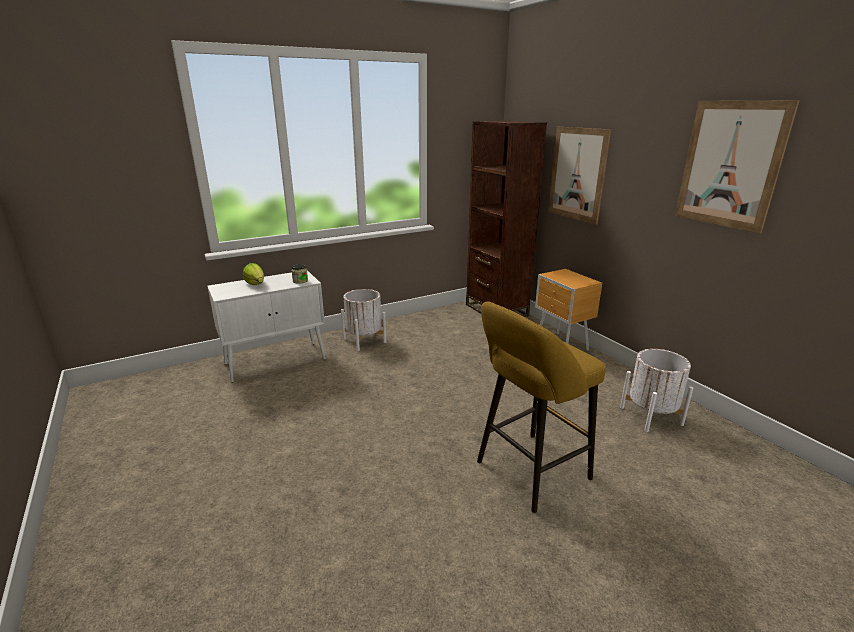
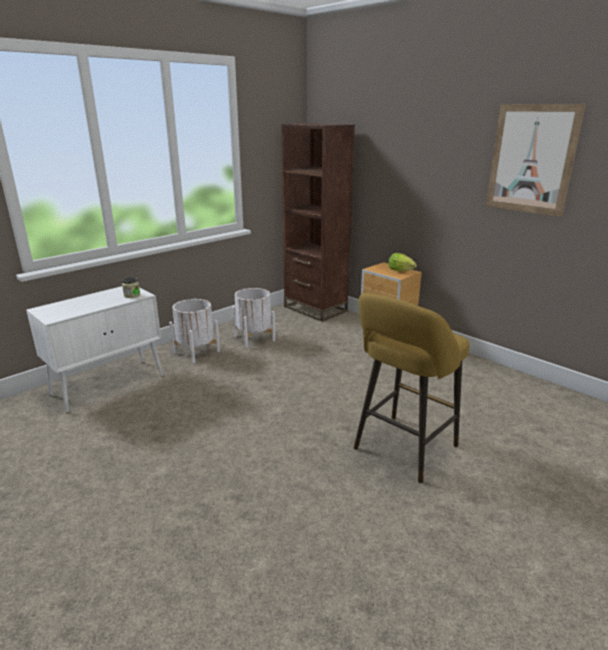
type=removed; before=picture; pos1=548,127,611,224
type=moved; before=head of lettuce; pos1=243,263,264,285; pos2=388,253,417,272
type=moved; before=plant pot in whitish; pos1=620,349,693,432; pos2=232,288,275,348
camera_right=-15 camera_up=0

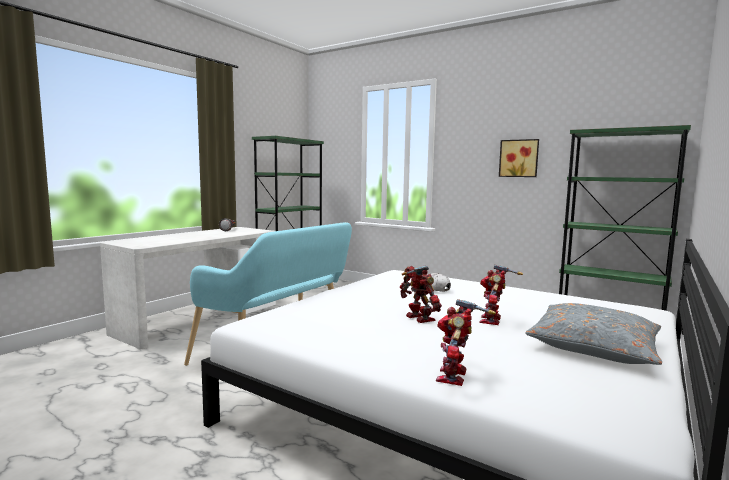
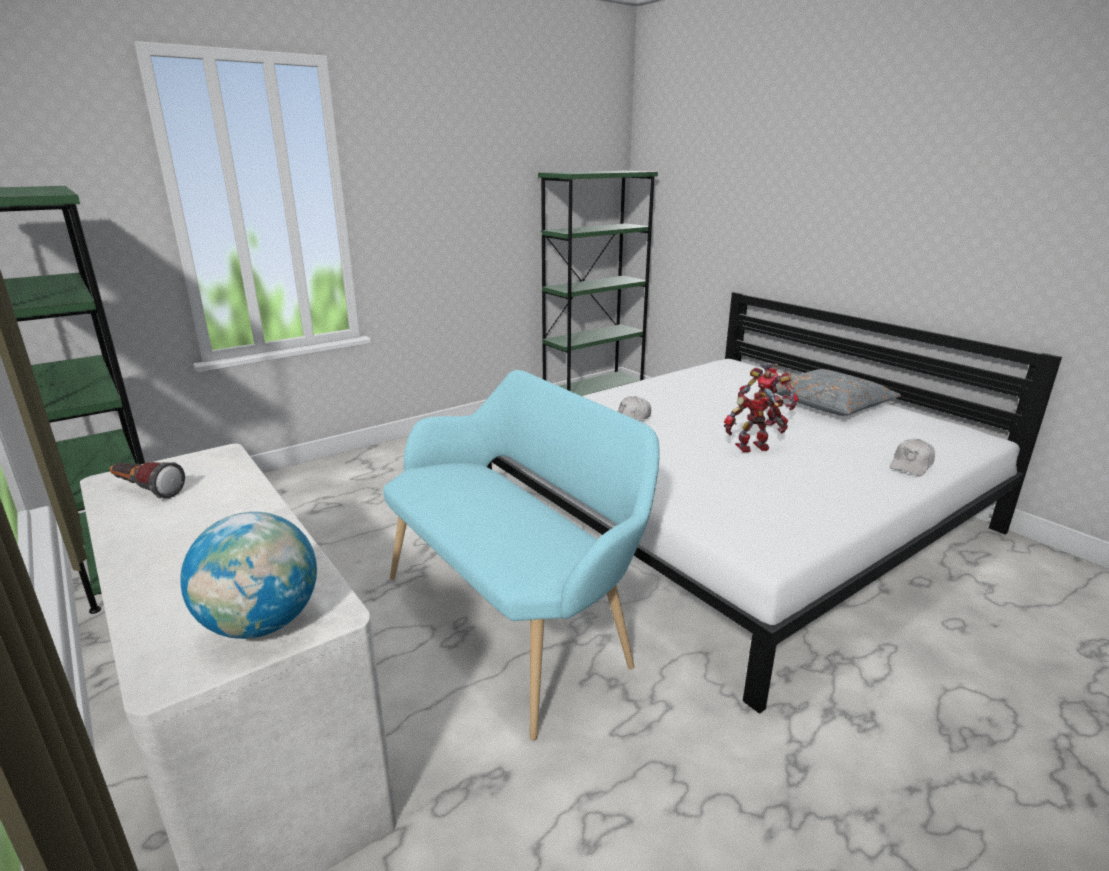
type=removed; before=picture; pos1=499,139,539,177
type=replaced; before=toy robot; after=peaked cap in whitish; pos1=436,299,496,386; pos2=890,439,935,476
type=added; after=desk globe; pos2=180,512,317,639
camera_right=-70 camera_up=15

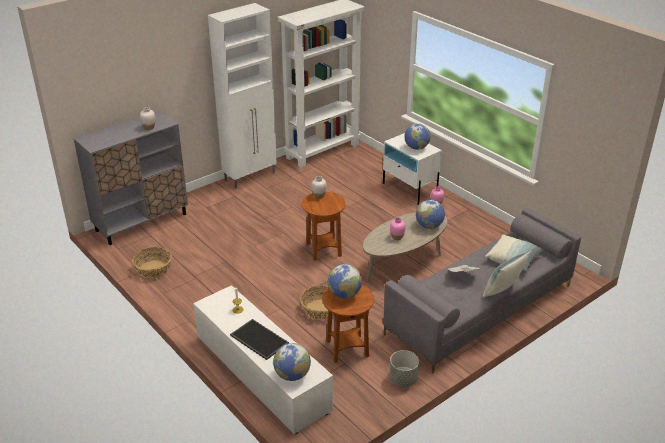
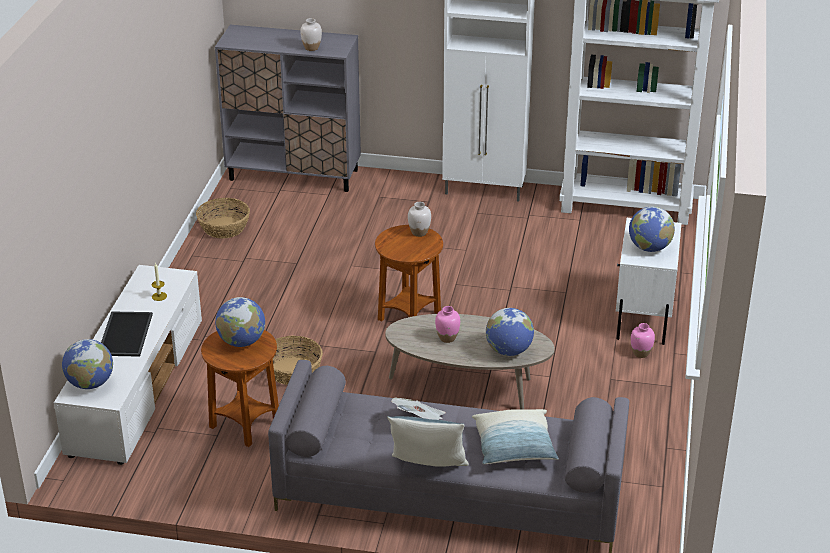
type=removed; before=plant pot in grey; pos1=389,350,419,387
camera_right=50 camera_up=0

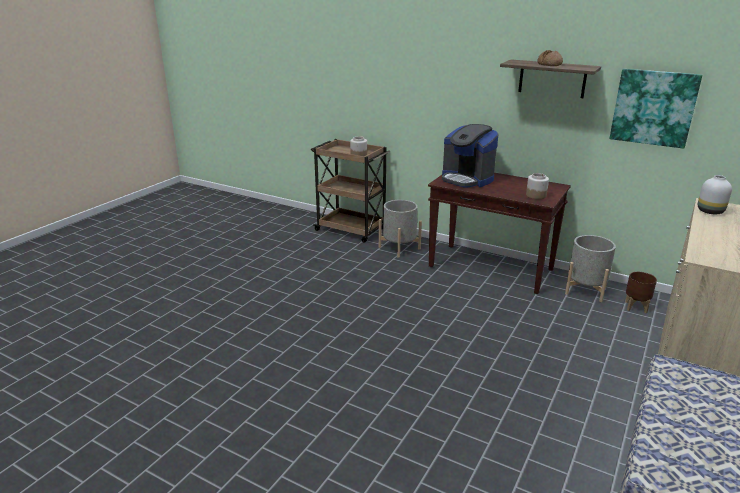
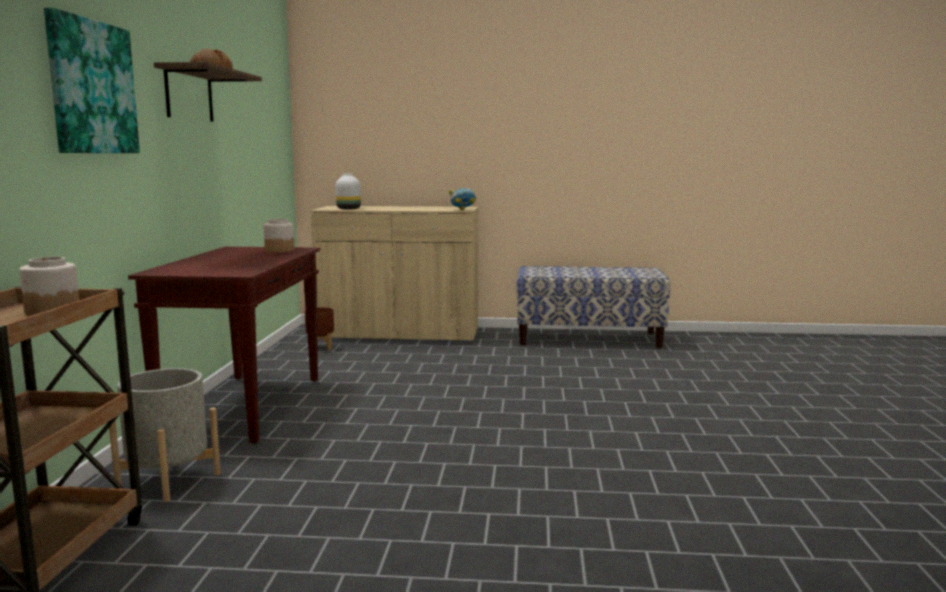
type=moved; before=picture; pos1=610,69,702,149; pos2=44,7,140,153
type=removed; before=coffee maker; pos1=442,124,499,188
type=removed; before=plant pot in grey; pos1=565,235,616,302
type=added; after=bowl; pos2=449,188,476,210
camera_right=-115 camera_up=-15

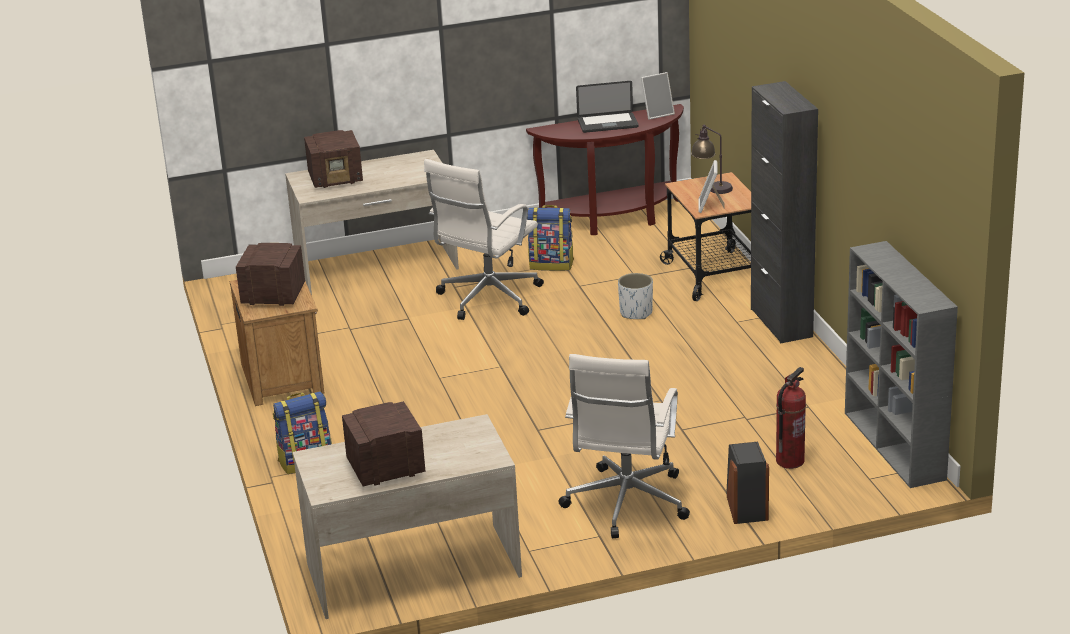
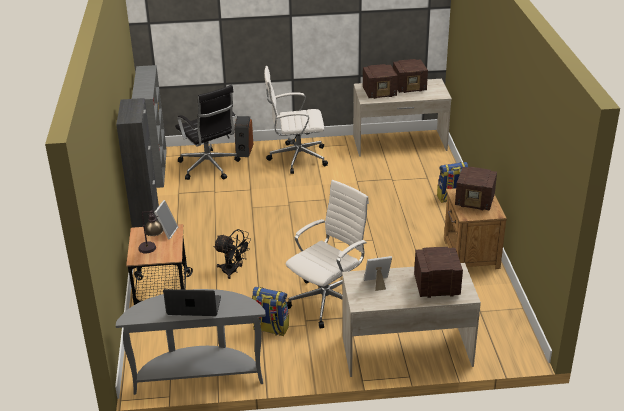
type=moved; before=standing frame; pos1=641,72,675,120; pos2=364,256,392,291
type=recoloured; before=console table in brown; after=console table in grey; pos1=526,104,684,235; pos2=116,289,266,395
type=replaced; before=plant pot in whitish; after=cooling fan in blackish; pos1=618,273,653,319; pos2=213,229,250,279
type=turned; before=computer chair in whitish; pos1=559,354,690,538; pos2=264,66,328,174; turn=-120
type=replaced; before=fire extinguisher; after=computer chair in blackish; pos1=776,367,806,469; pos2=175,85,241,180
type=added; after=radio set; pos2=363,64,398,99
camera_right=-170 camera_up=5

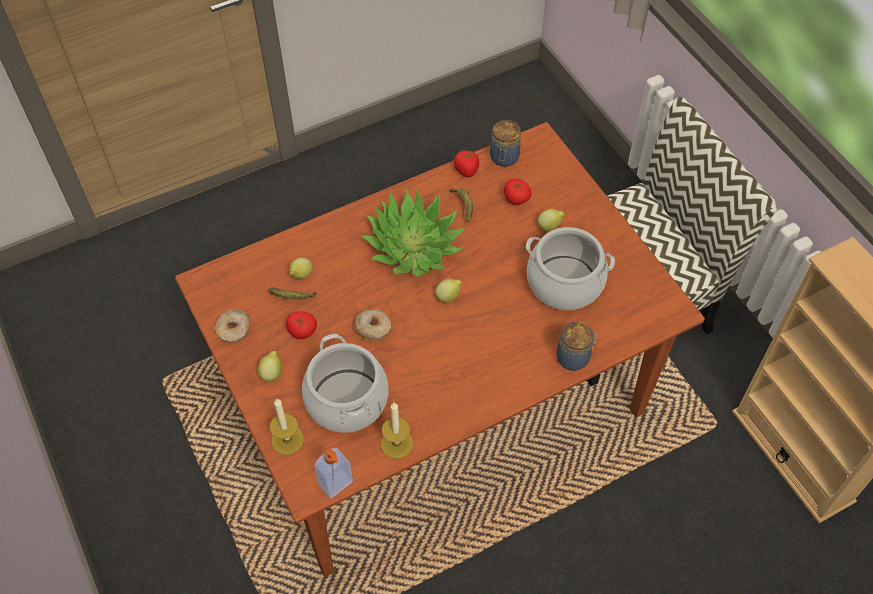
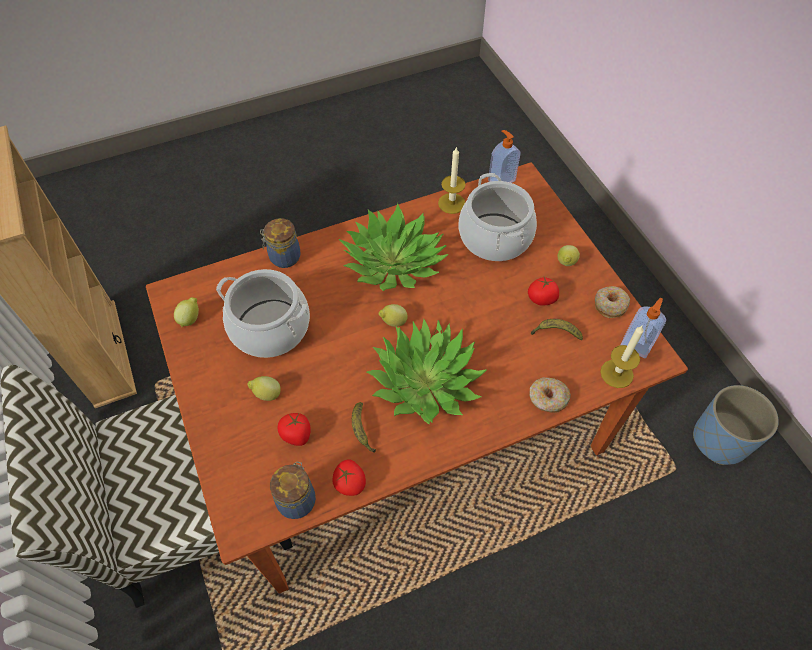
type=moved; before=citrus fruit; pos1=289,258,313,279; pos2=174,297,199,327
type=moved; before=donut; pos1=354,309,391,341; pos2=529,377,571,413
type=moved; before=wax candle; pos1=270,399,304,455; pos2=600,326,644,388
type=added; after=plant in a pot; pos2=338,203,448,291
type=added; after=soap bottle; pos2=620,298,666,358
type=added; after=plant pot in blue; pos2=693,385,779,465
camera_right=-175 camera_up=0

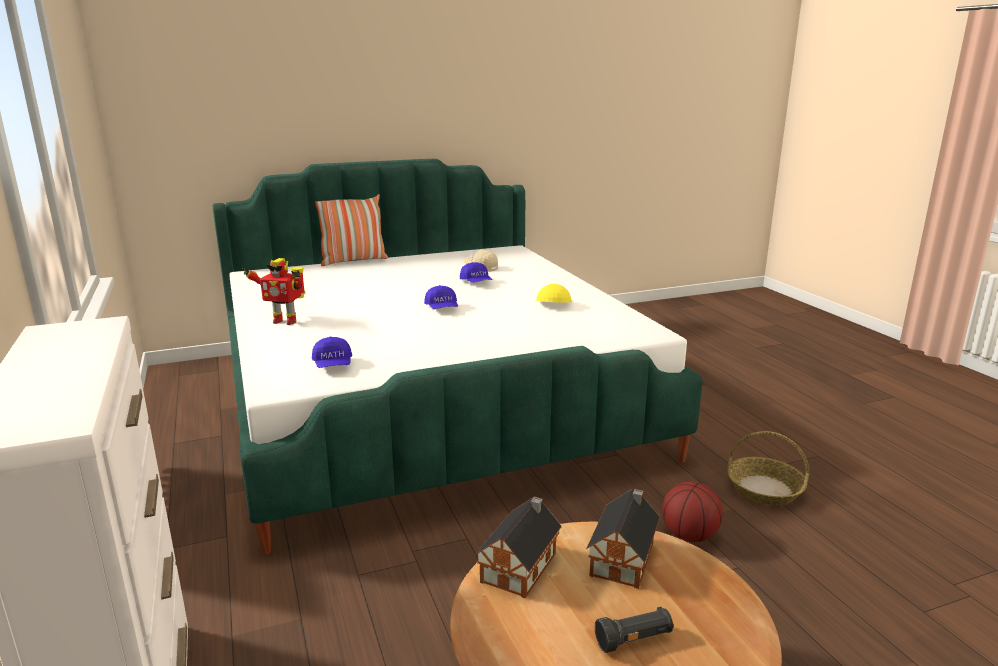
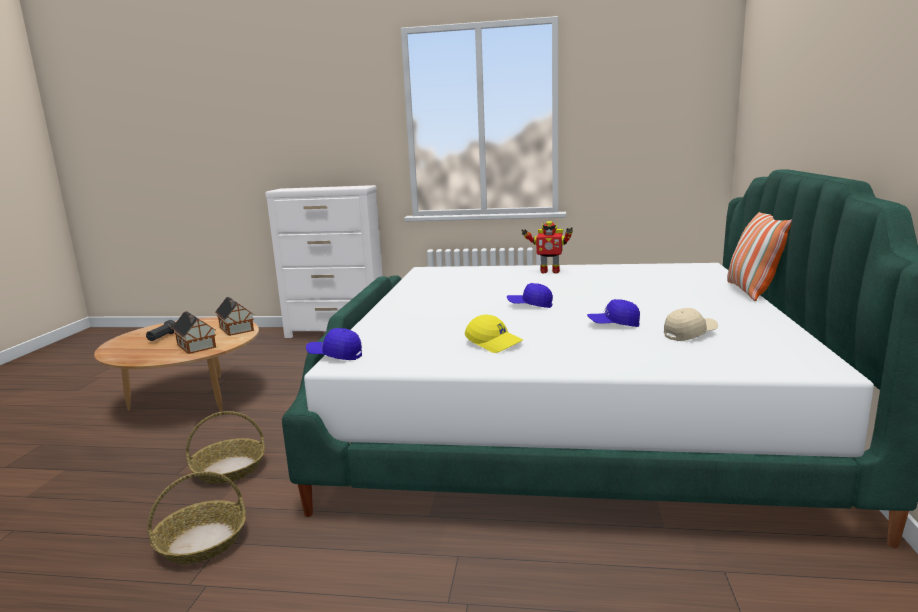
type=turned; before=toy robot; pos1=242,258,306,325; pos2=521,221,573,273; turn=-120
type=moved; before=peaked cap in blue; pos1=312,337,352,368; pos2=306,328,362,360
type=replaced; before=basketball ball; after=basket; pos1=662,482,723,542; pos2=186,411,265,484
camera_right=120 camera_up=-5

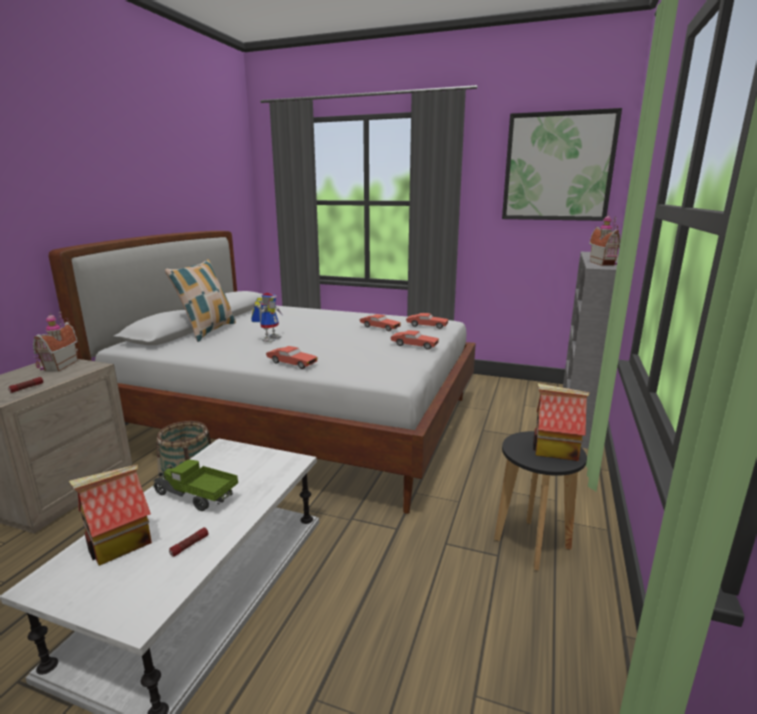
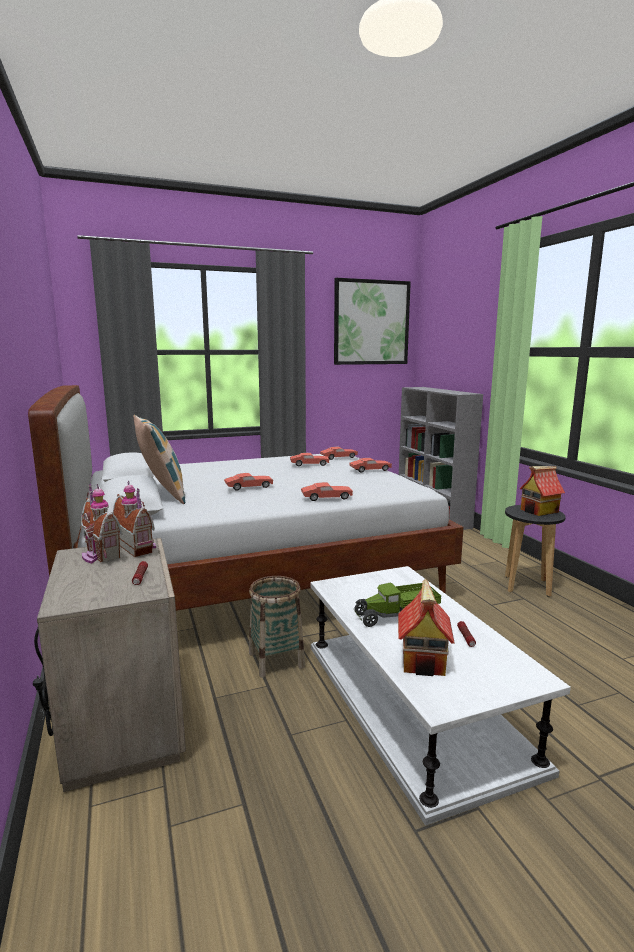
type=moved; before=model house; pos1=589,213,621,266; pos2=113,480,156,557
type=replaced; before=toy robot; after=miniature car in reddish; pos1=251,293,282,342; pos2=224,473,273,491
camera_right=-40 camera_up=-5

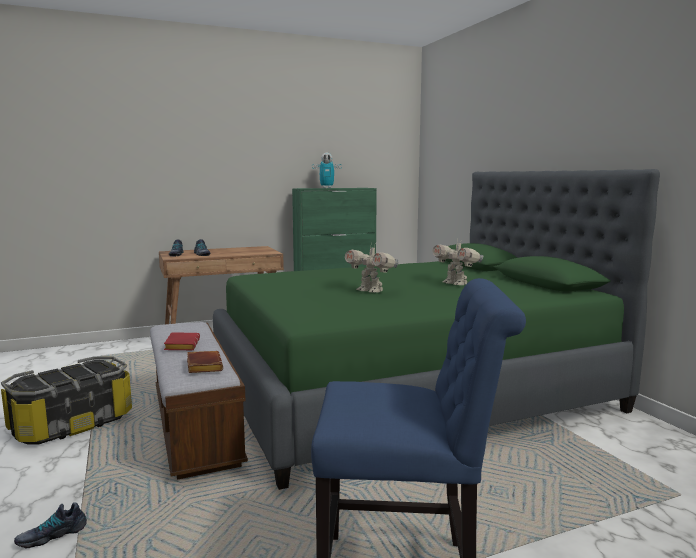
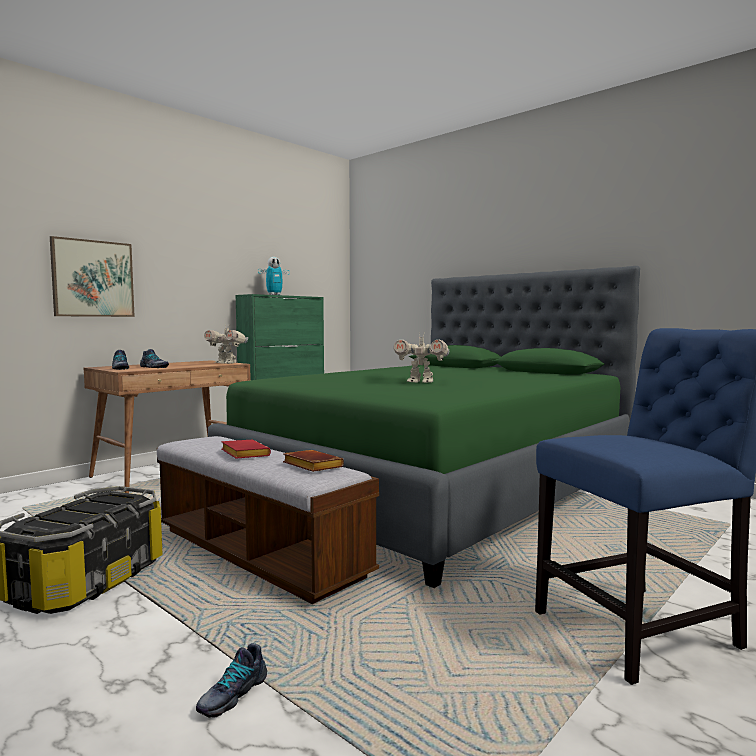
type=moved; before=toy robot; pos1=432,239,483,285; pos2=204,326,248,364
type=added; after=picture; pos2=50,236,135,317
camera_right=-25 camera_up=-5

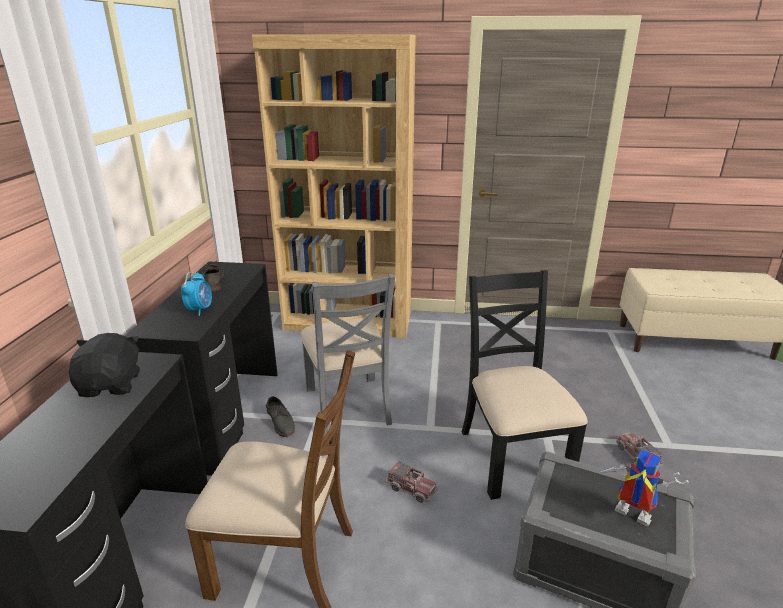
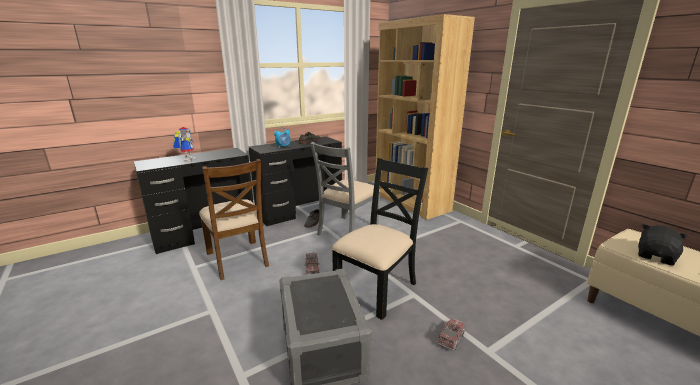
type=moved; before=soft toy in blackish; pos1=69,333,140,397; pos2=638,224,688,265
type=moved; before=toy robot; pos1=597,450,689,526; pos2=173,127,196,162
camera_right=50 camera_up=-5

